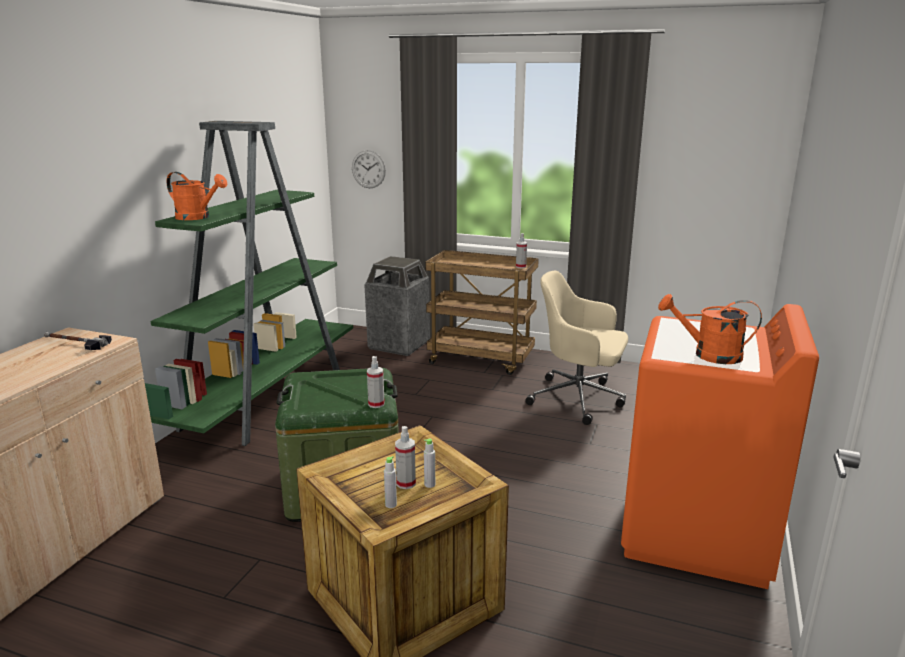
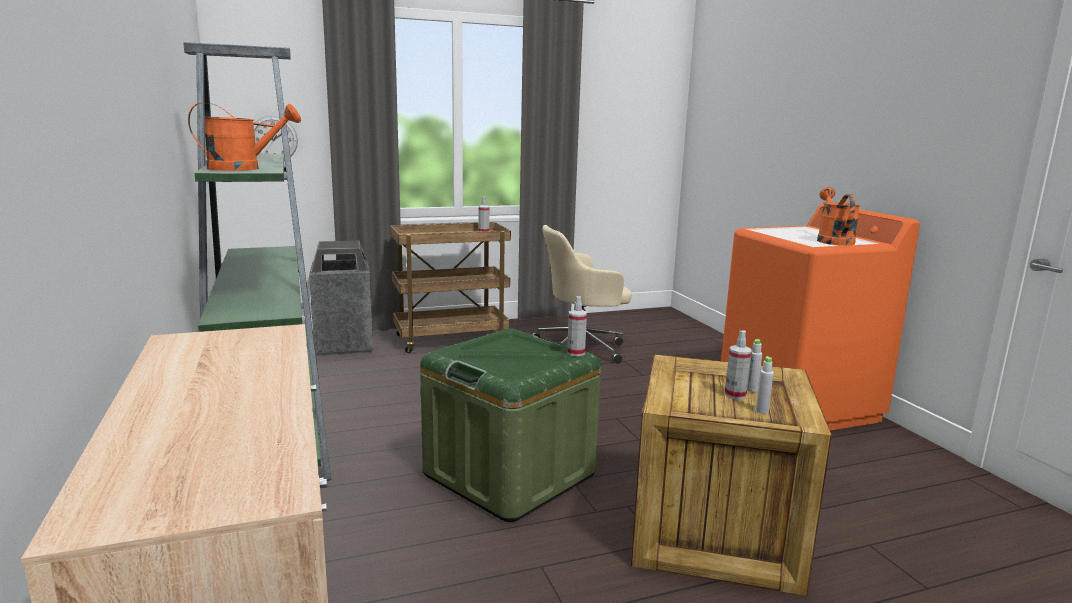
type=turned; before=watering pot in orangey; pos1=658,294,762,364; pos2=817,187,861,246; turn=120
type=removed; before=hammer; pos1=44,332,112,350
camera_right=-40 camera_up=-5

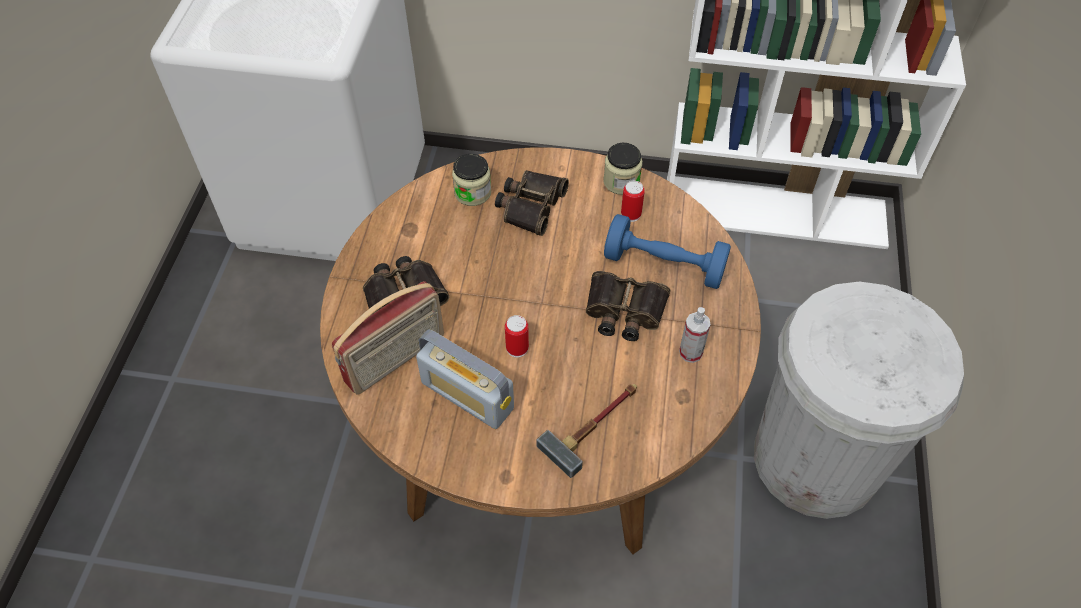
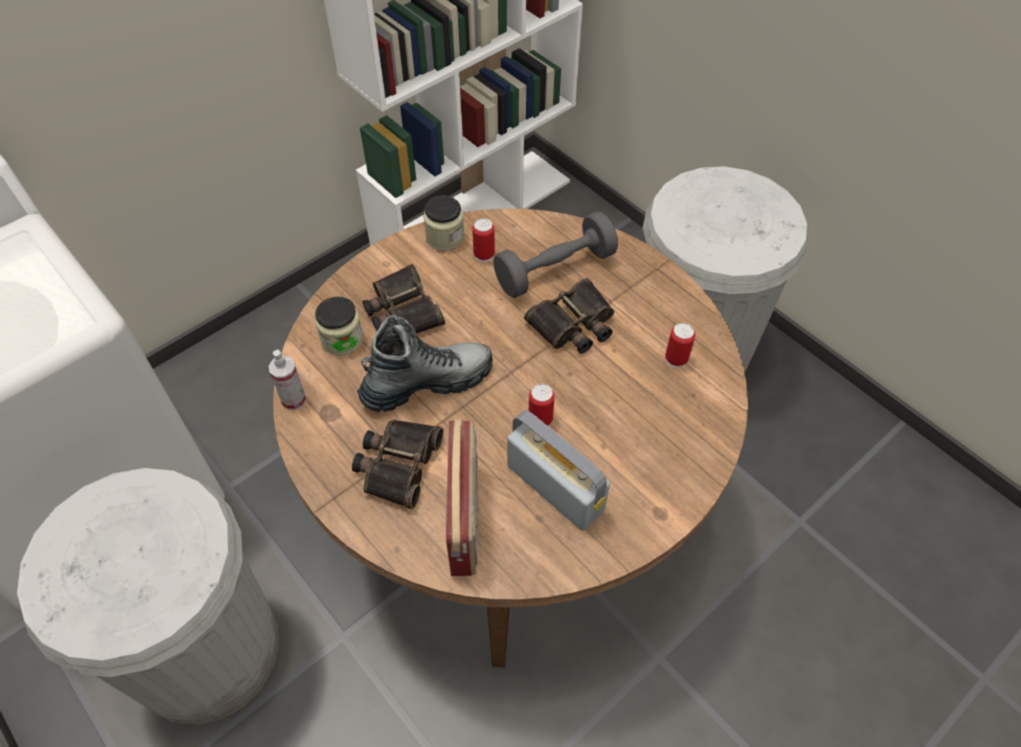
type=recoloured; before=hand weight in blue; after=hand weight in grey; pos1=604,214,731,289; pos2=493,211,618,298
type=moved; before=sprayer; pos1=679,307,711,363; pos2=269,350,306,410
type=turned; before=radio set; pos1=416,329,514,429; pos2=507,410,610,531; turn=-120
type=removed; before=hammer; pos1=536,384,637,478
type=added; after=high-top boot; pos2=357,315,493,412
type=added; after=sealed can; pos2=665,323,695,368
type=added; after=waste bin in whitish; pos2=17,468,279,725
camera_right=-50 camera_up=0

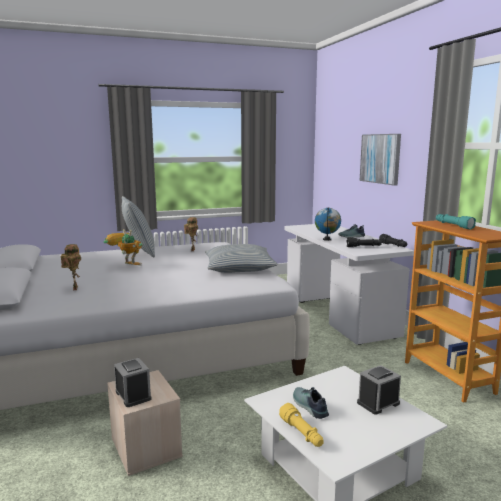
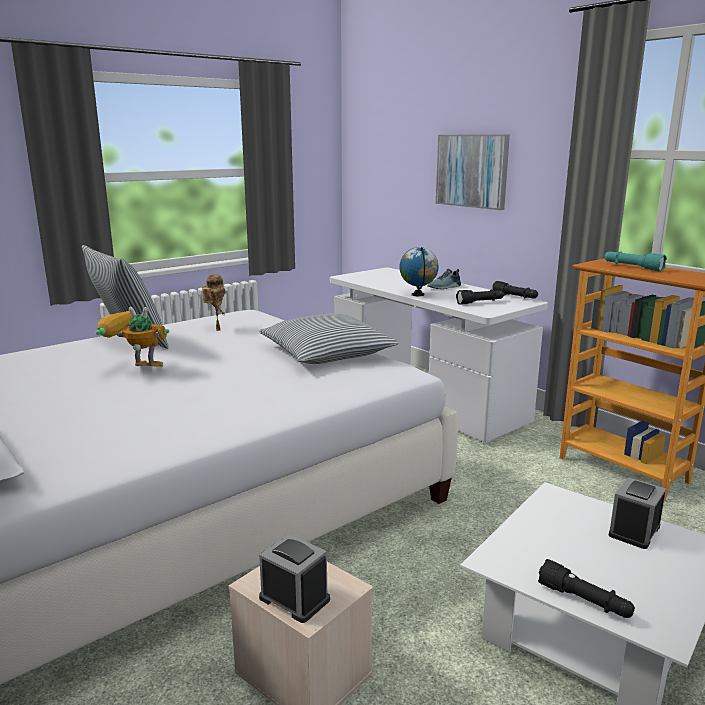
type=removed; before=toy robot; pos1=60,244,81,290
type=removed; before=shoe; pos1=293,387,329,419
type=recoloured; before=torch in yellow-coloured; after=torch in blackish; pos1=279,403,324,447; pos2=538,559,635,618
camera_right=-20 camera_up=5

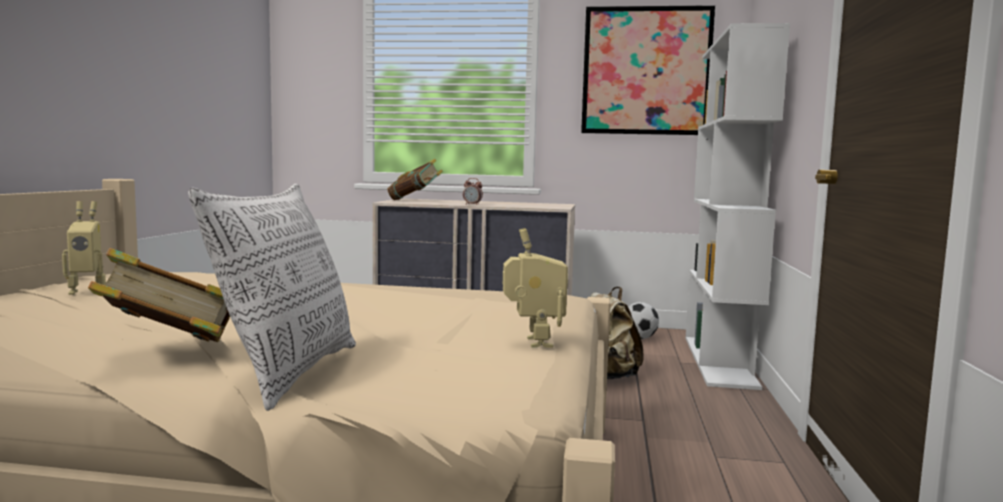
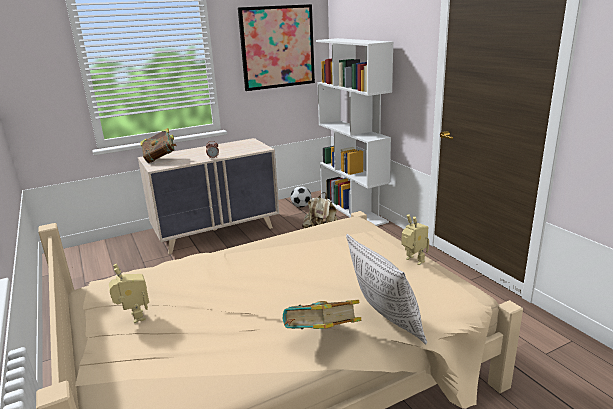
type=turned; before=toy robot; pos1=62,201,106,295; pos2=109,264,149,323; turn=-60
camera_right=-35 camera_up=15

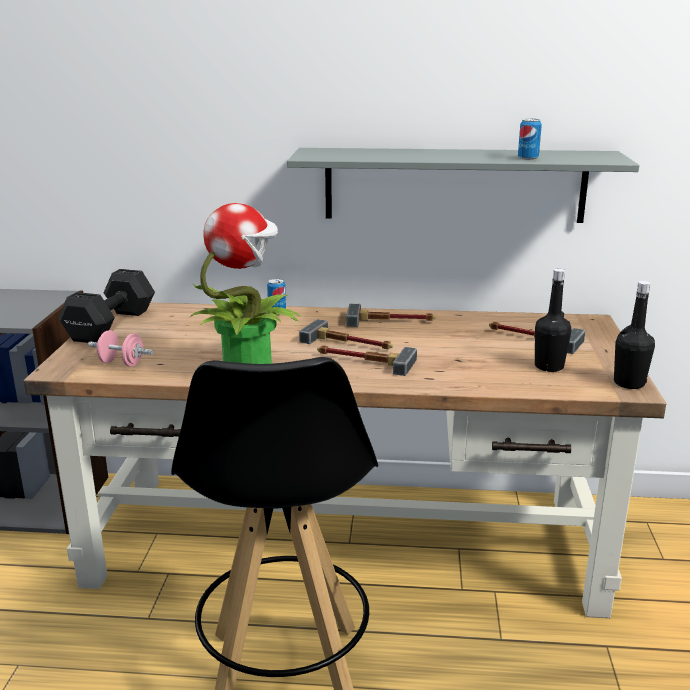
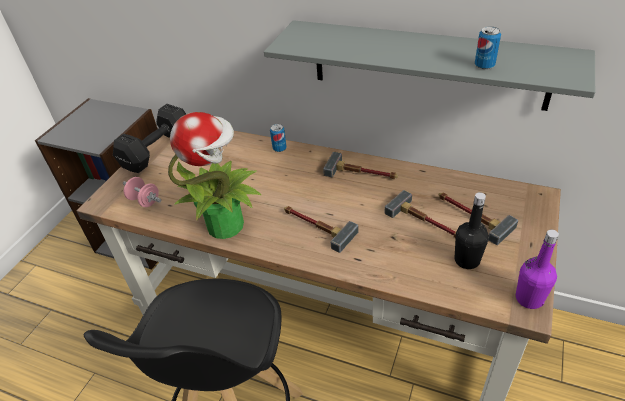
type=recoloured; before=bottle in blackish; after=bottle in purple-coloured; pos1=614,281,655,389; pos2=516,230,559,309
type=moved; before=hammer; pos1=299,319,393,349; pos2=385,190,456,238
camera_right=20 camera_up=20

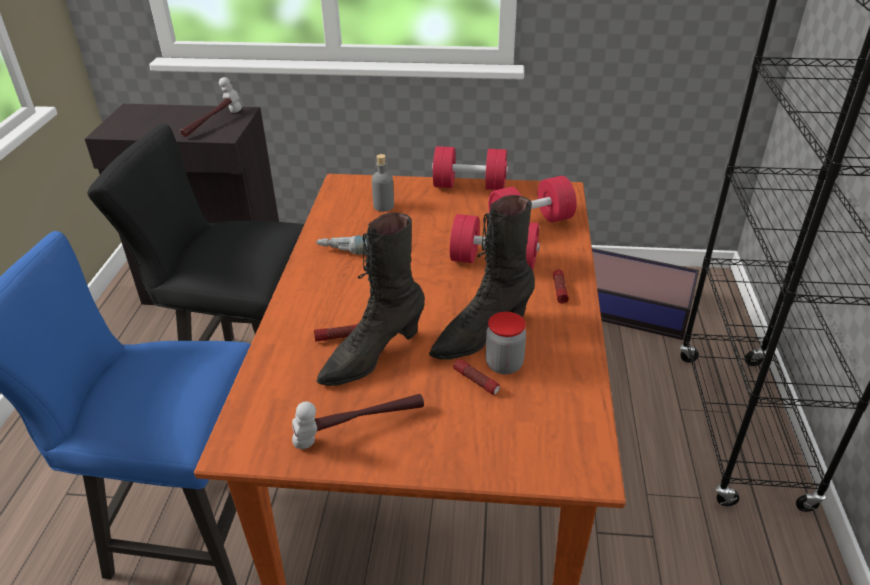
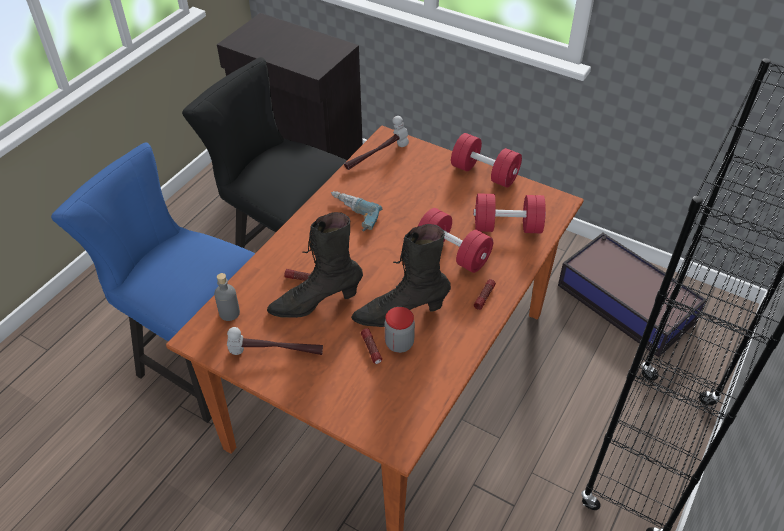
type=moved; before=hammer; pos1=180,77,242,137; pos2=344,116,409,170
type=moved; before=bottle in grey; pos1=372,154,394,212; pos2=214,273,240,321
camera_right=25 camera_up=10

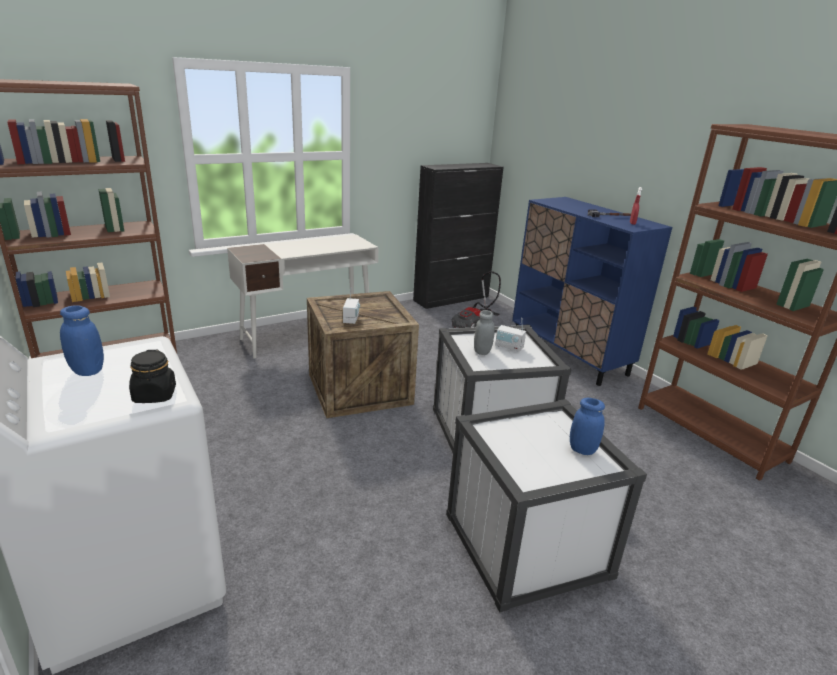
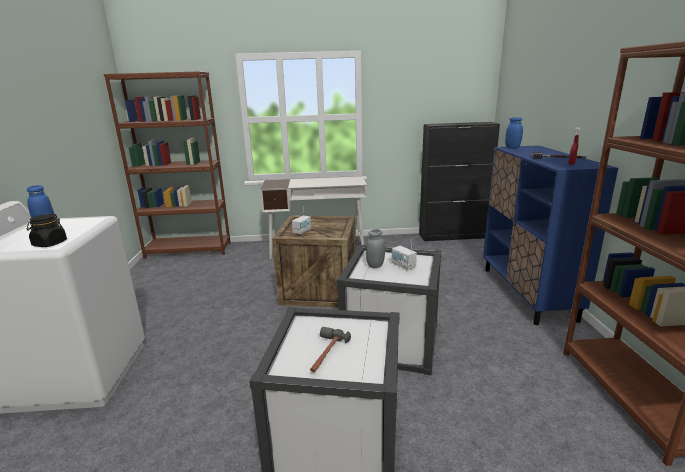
type=removed; before=hoover; pos1=451,271,501,328
type=moved; before=jar in blue; pos1=570,398,605,455; pos2=505,117,523,148
type=added; after=hammer; pos2=310,327,351,372
camera_right=30 camera_up=-5

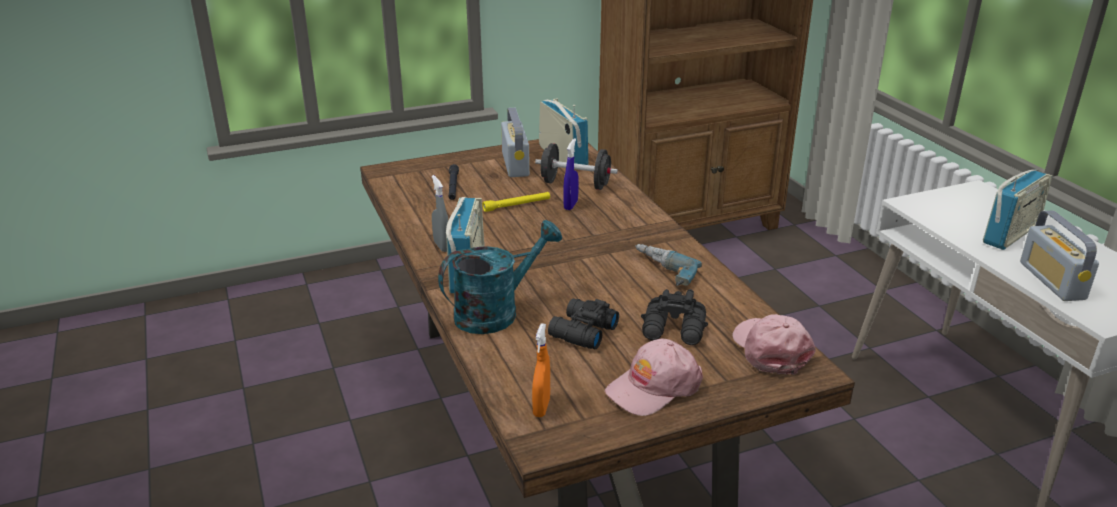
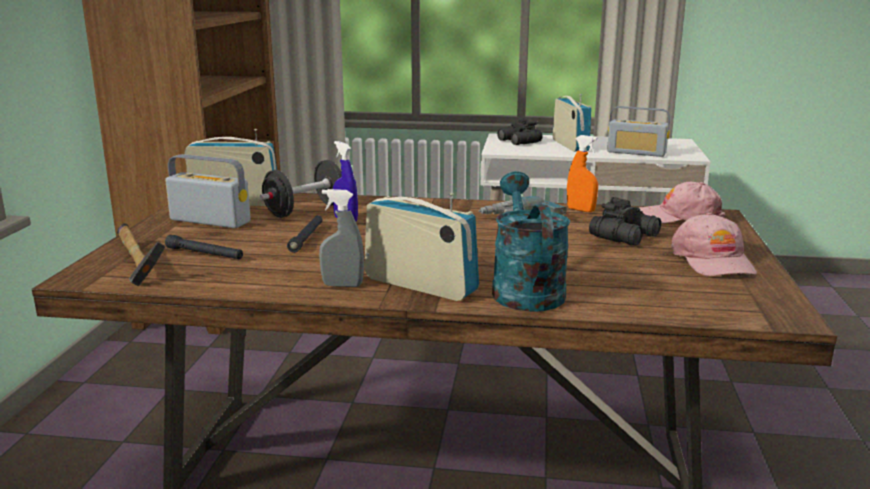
type=recoloured; before=torch in yellow-coloured; after=torch in blackish; pos1=482,192,550,212; pos2=287,215,323,253
type=moved; before=field glasses in blackish; pos1=548,298,619,349; pos2=497,119,543,145
type=moved; before=sprayer in orangey; pos1=532,323,550,417; pos2=567,135,598,212
type=added; after=hammer; pos2=117,223,166,286
camera_right=-60 camera_up=-10

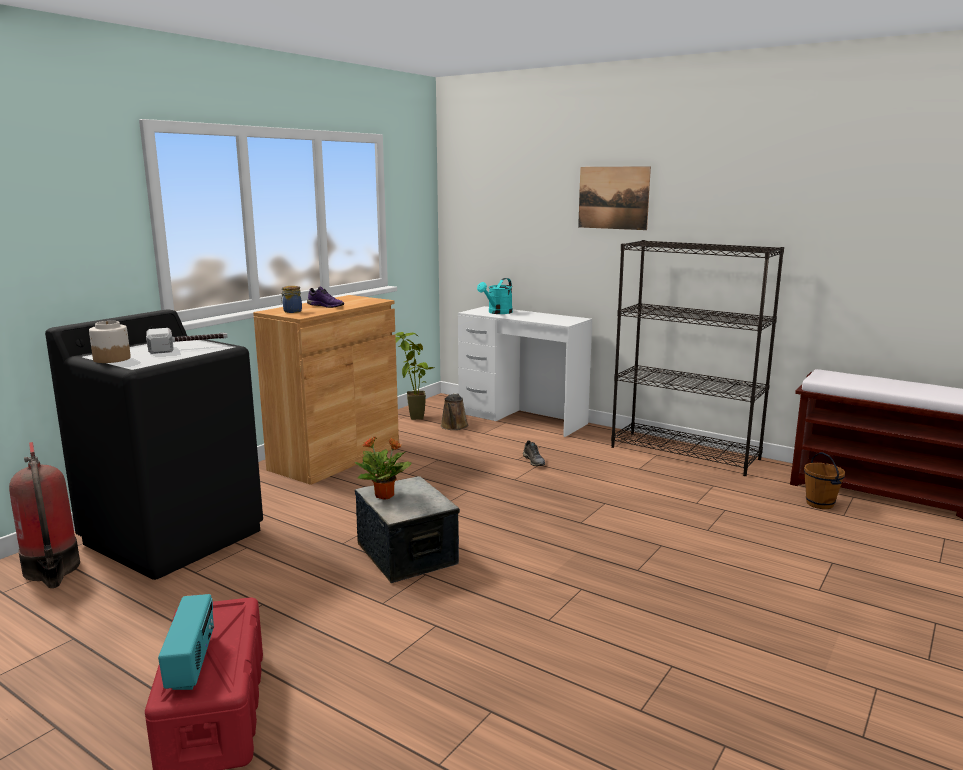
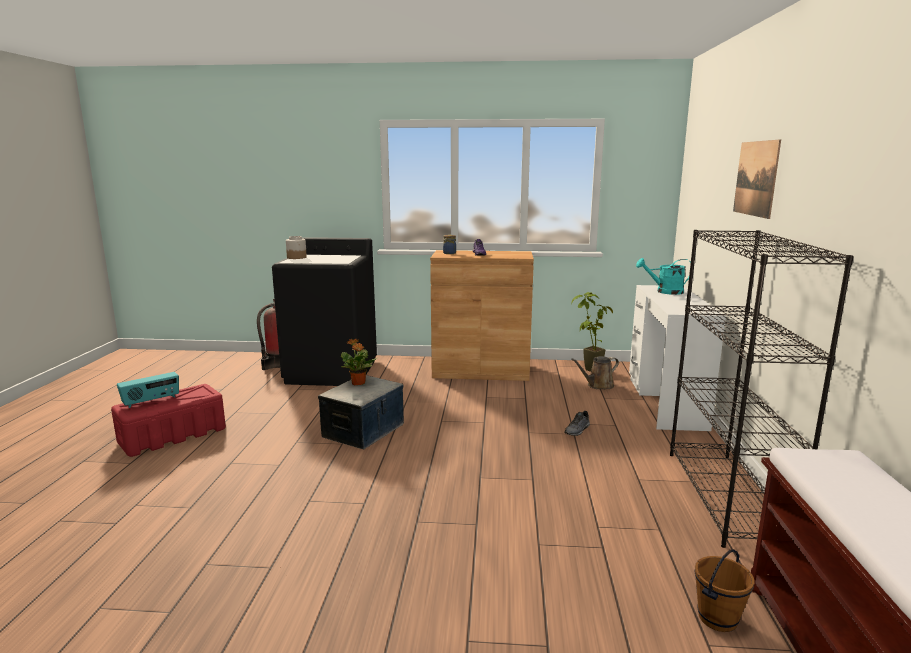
type=removed; before=hammer; pos1=146,328,228,354
camera_right=60 camera_up=0

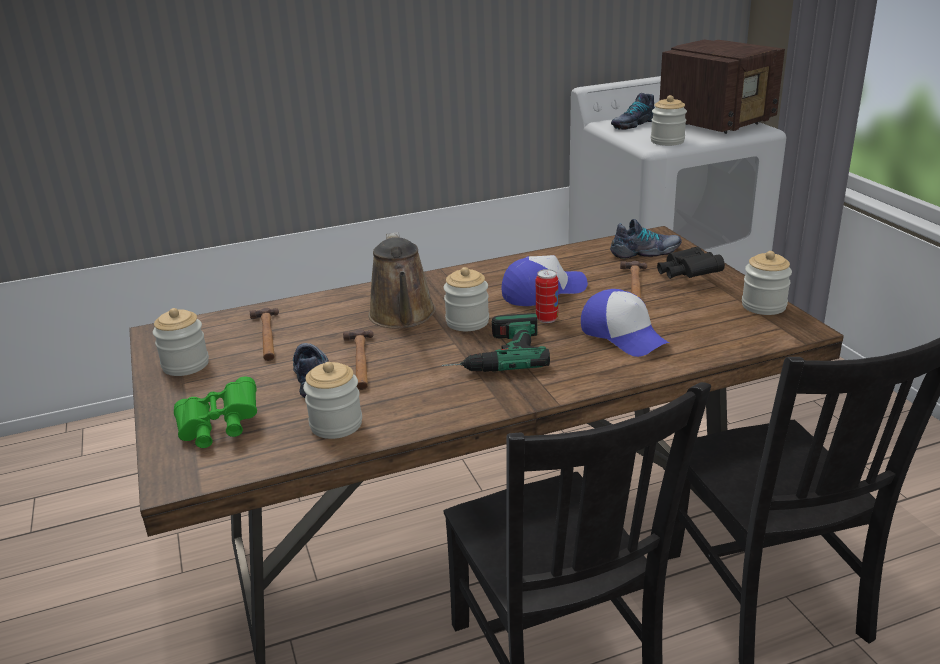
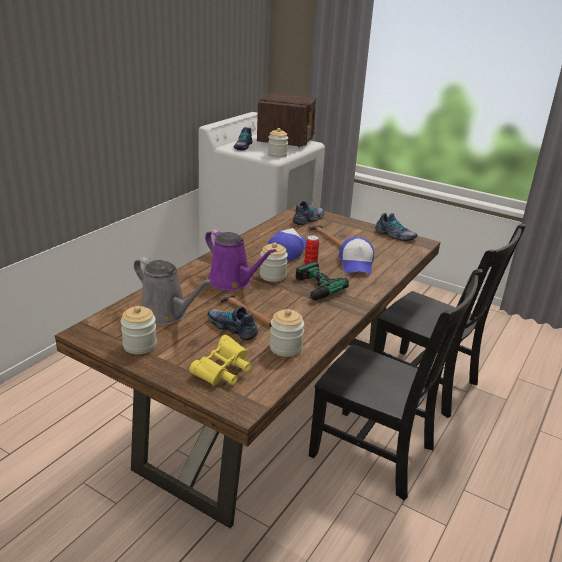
type=recoloured; before=watering pot in brown; after=watering pot in purple-coloured; pos1=368,232,436,328; pos2=205,229,277,290
type=removed; before=field glasses in blackish; pos1=657,247,725,279
type=replaced; before=jar; after=shoe; pos1=742,251,792,315; pos2=375,213,417,241
type=turned; before=peaked cap; pos1=581,289,669,357; pos2=339,237,374,274; turn=75
type=replaced; before=hammer; after=watering pot in grey; pos1=249,308,279,361; pos2=134,257,212,325
type=recoloured; before=field glasses in greenish; after=field glasses in yellow-coloured; pos1=174,376,257,448; pos2=189,335,251,386
camera_right=-40 camera_up=0

